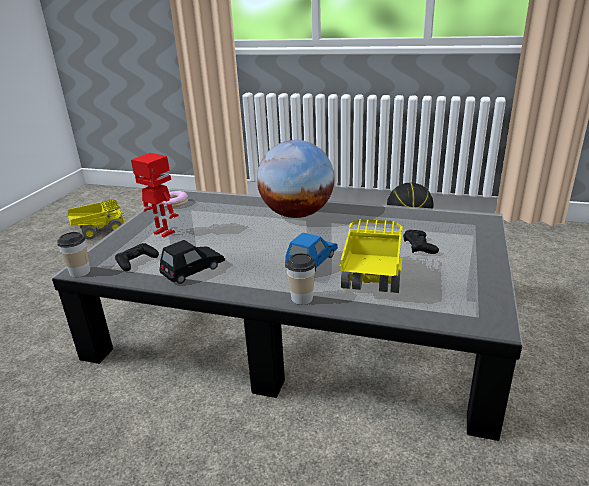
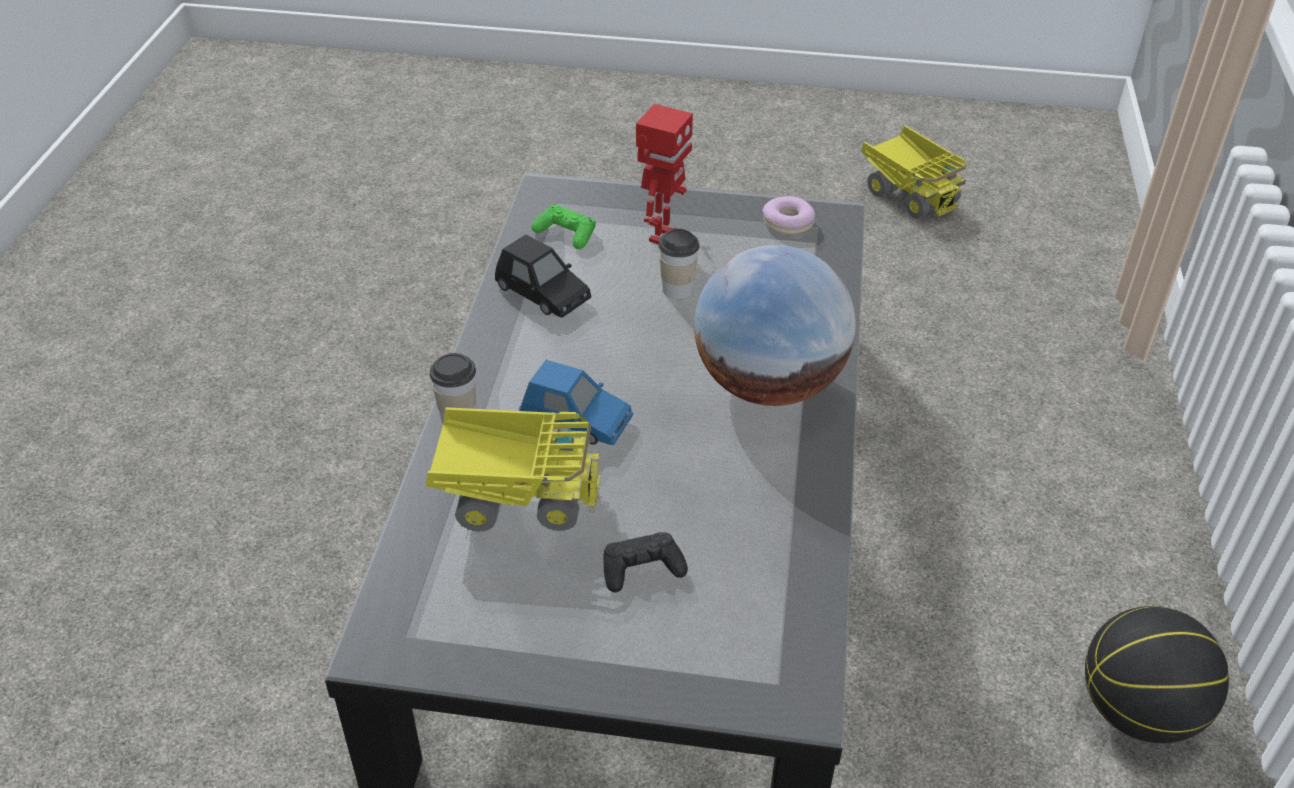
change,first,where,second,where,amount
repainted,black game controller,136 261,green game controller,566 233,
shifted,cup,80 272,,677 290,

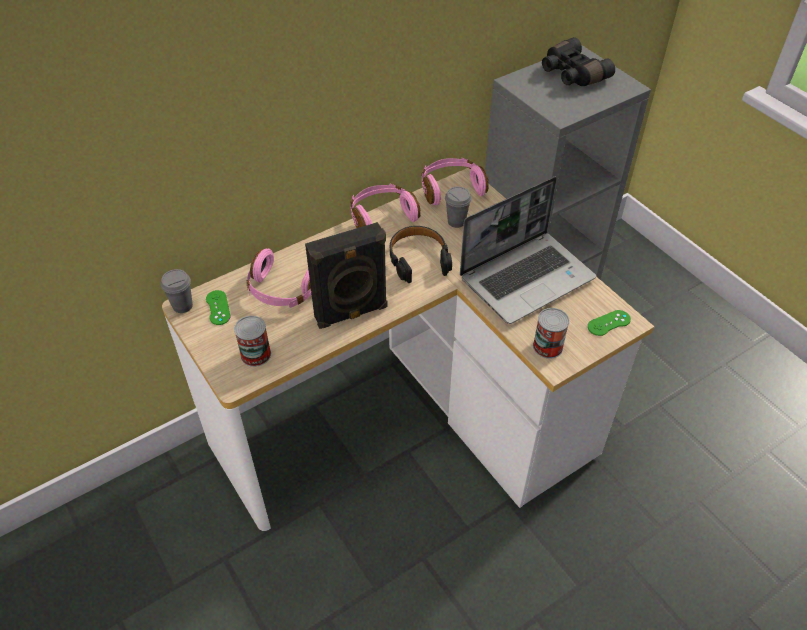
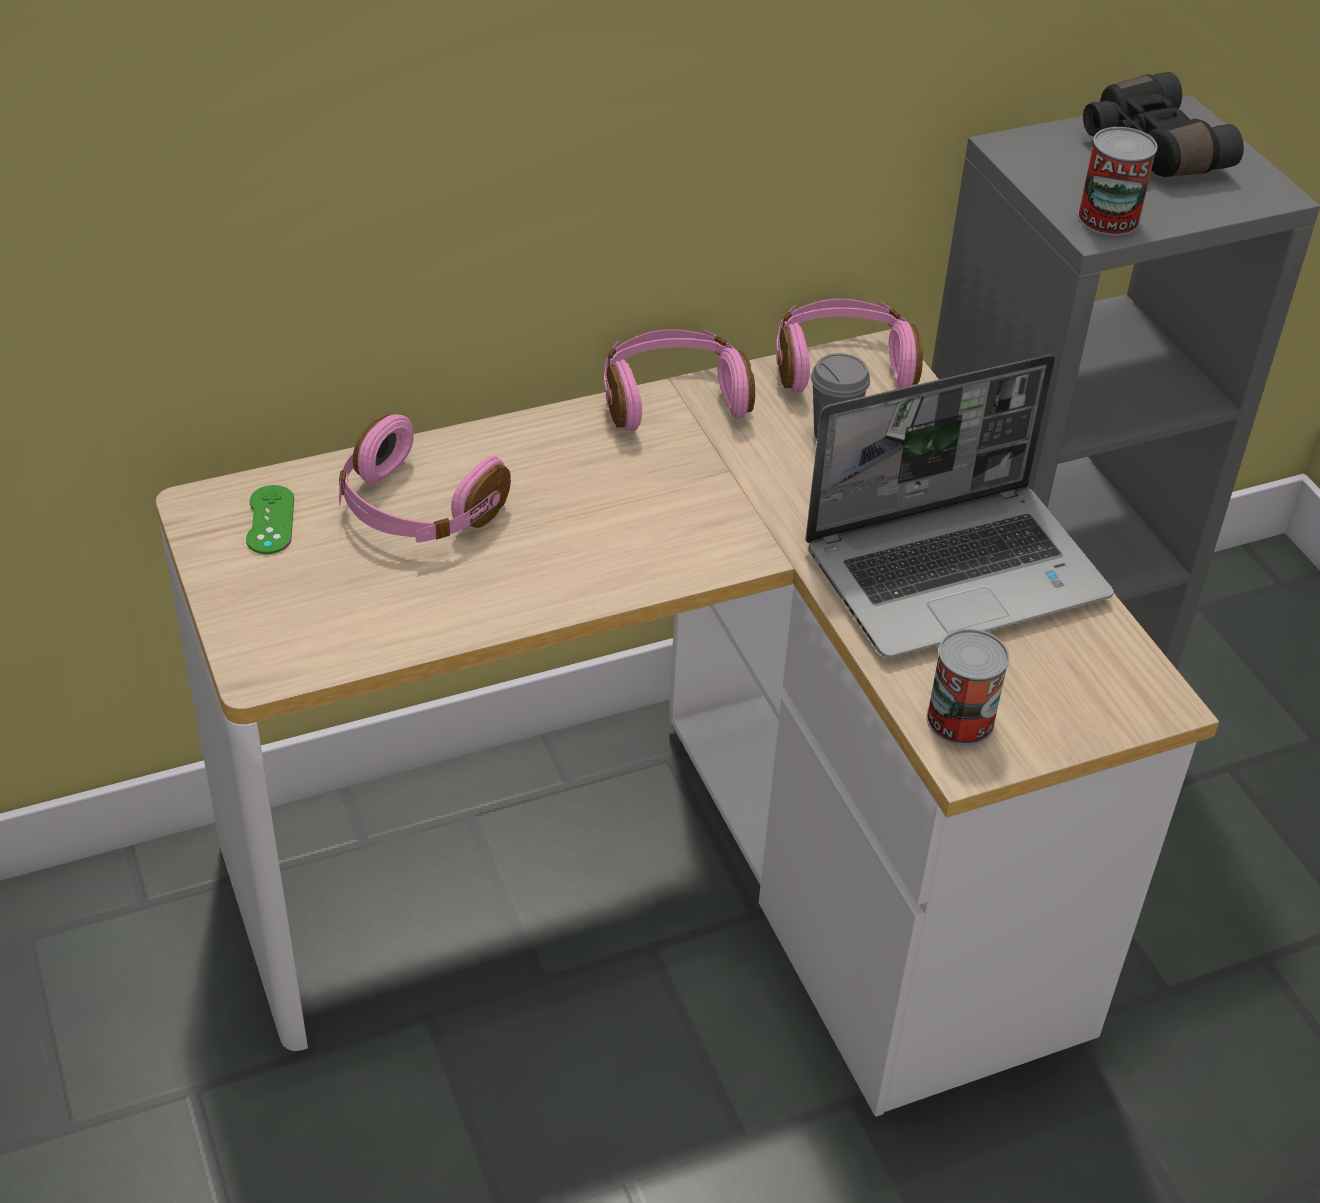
change,first,where,second,where,amount
shifted,can,256 354,,1108 218,
gone,grey cup,182 306,,,
gone,black speaker,351 314,,,
gone,black headphones,418 259,,,
gone,green game controller,609 323,,,

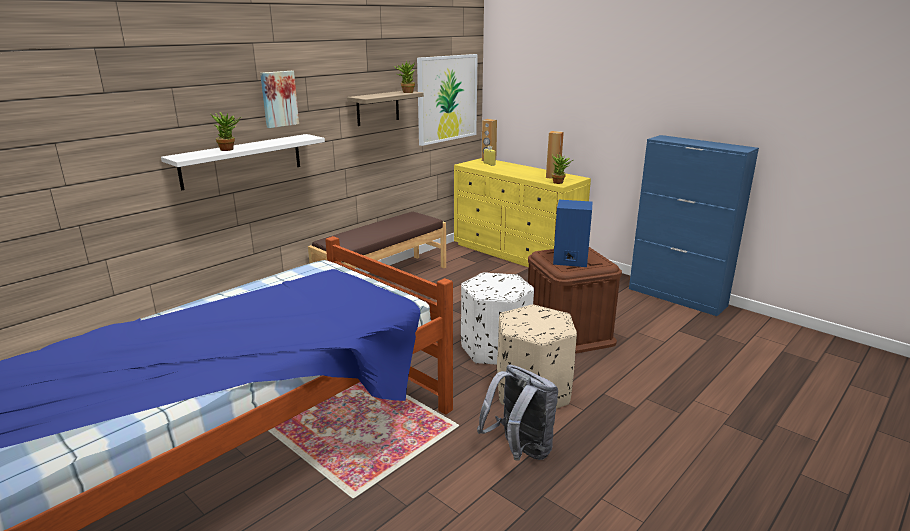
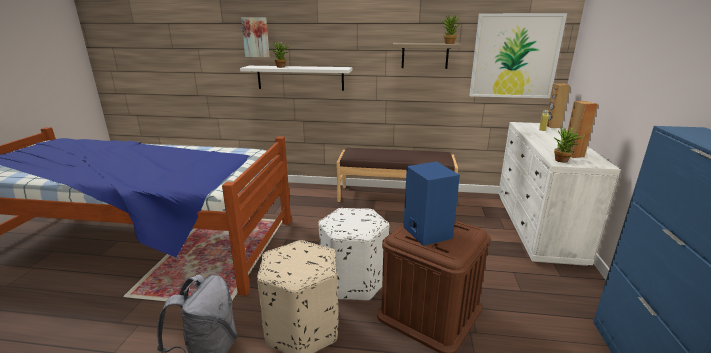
change,first,where,second,where,amount
shifted,picture,278 99,,256 37,
repainted,yellow dresser,516 253,white dresser,537 226,

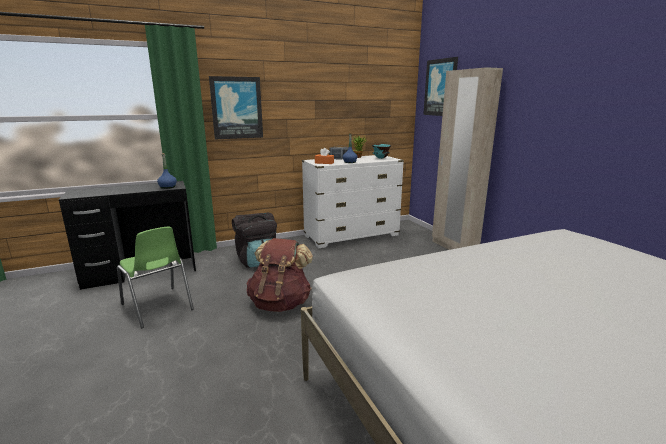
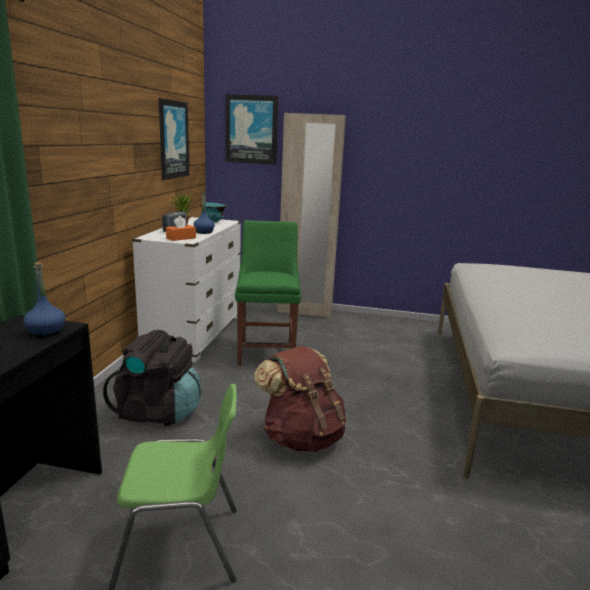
change,first,where,second,where,amount
shifted,picture,236 108,,173 139,
new,,,green chair,267 351,

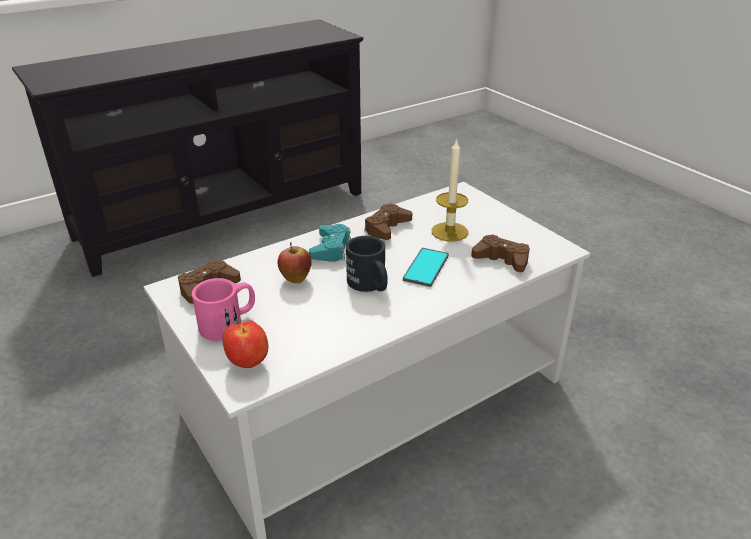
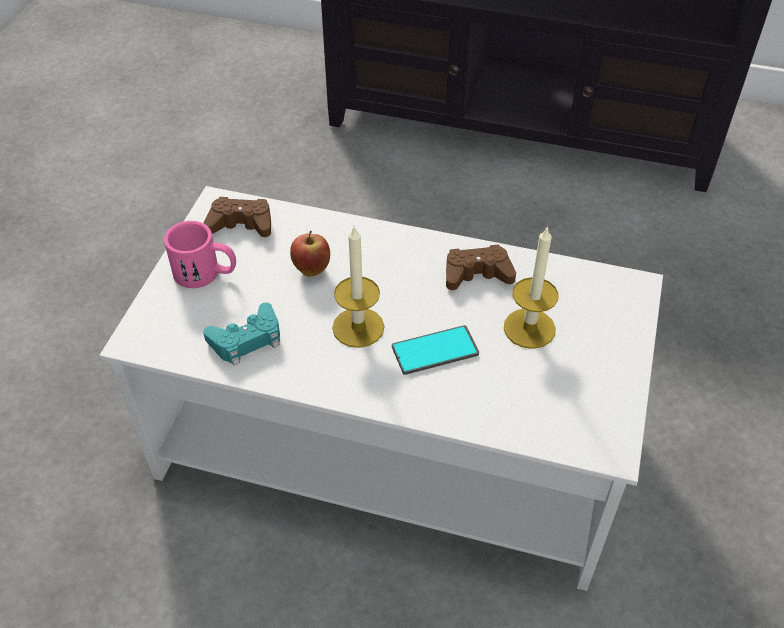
change,first,where,second,where,amount
shifted,turquoise game controller,331 248,,247 340,
swapped,black mug,370 285,candle,358 327,
gone,apple,249 363,,,
gone,brown game controller,502 259,,,

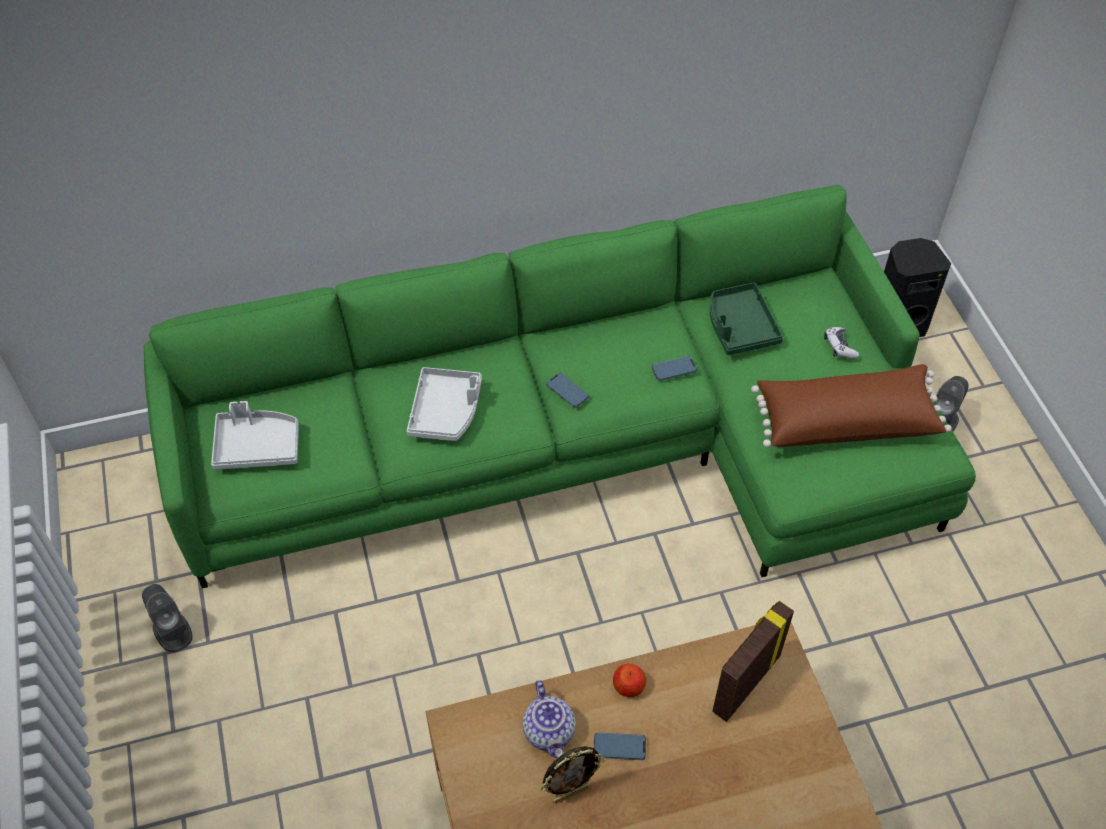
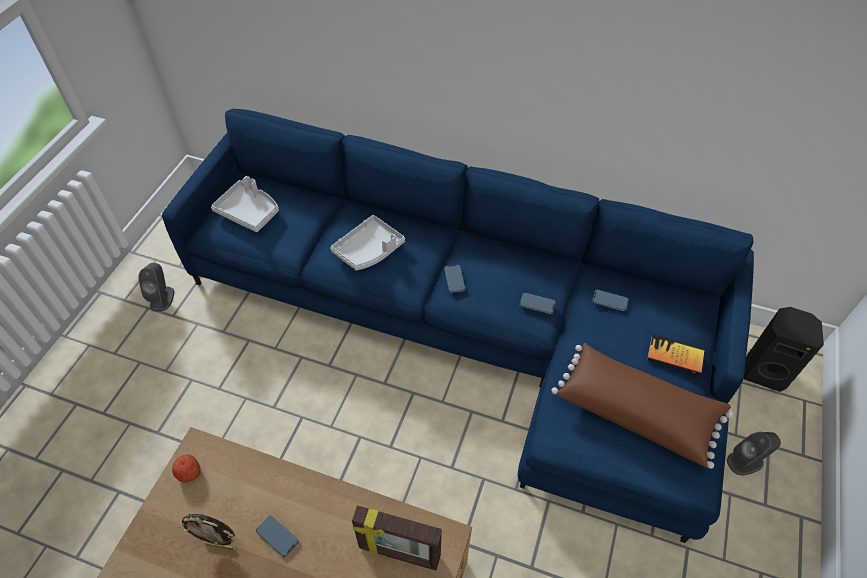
change,first,where,second,where,amount
repainted,green sofa,580 447,blue sofa,470 328,
shifted,apple,628 686,,189 473,
rotated,picture frame,745 683,,399 553,150 degrees counterclockwise
swapped,green tray,740 327,phone,609 301,
swapped,game controller,839 347,book,675 355,
gone,teapot,550 732,,,

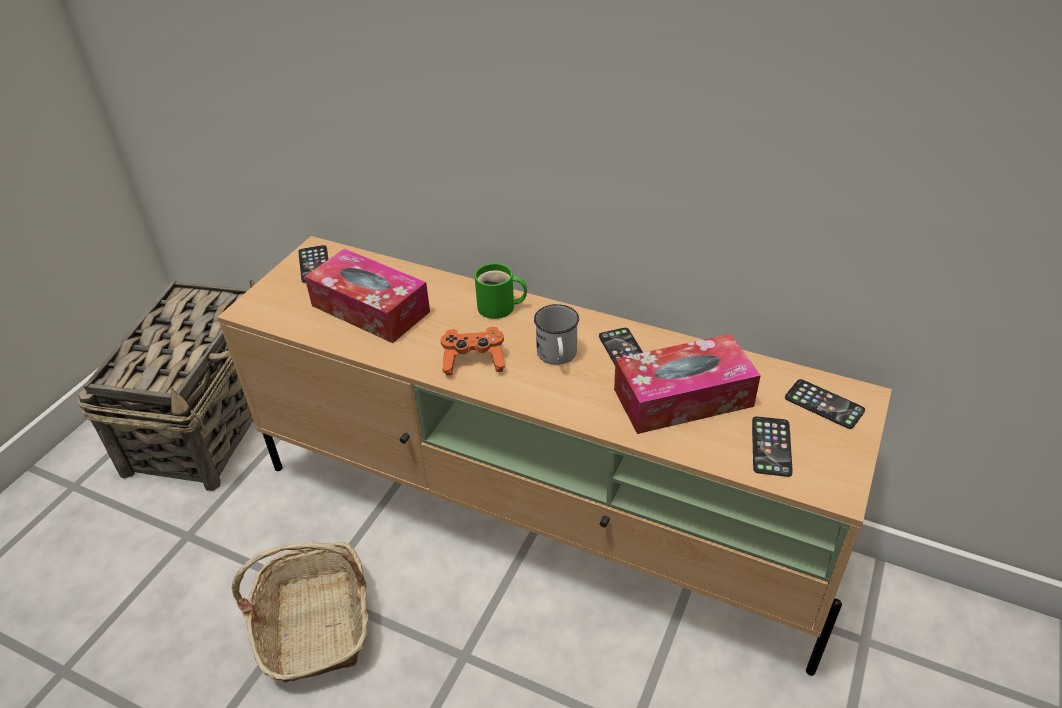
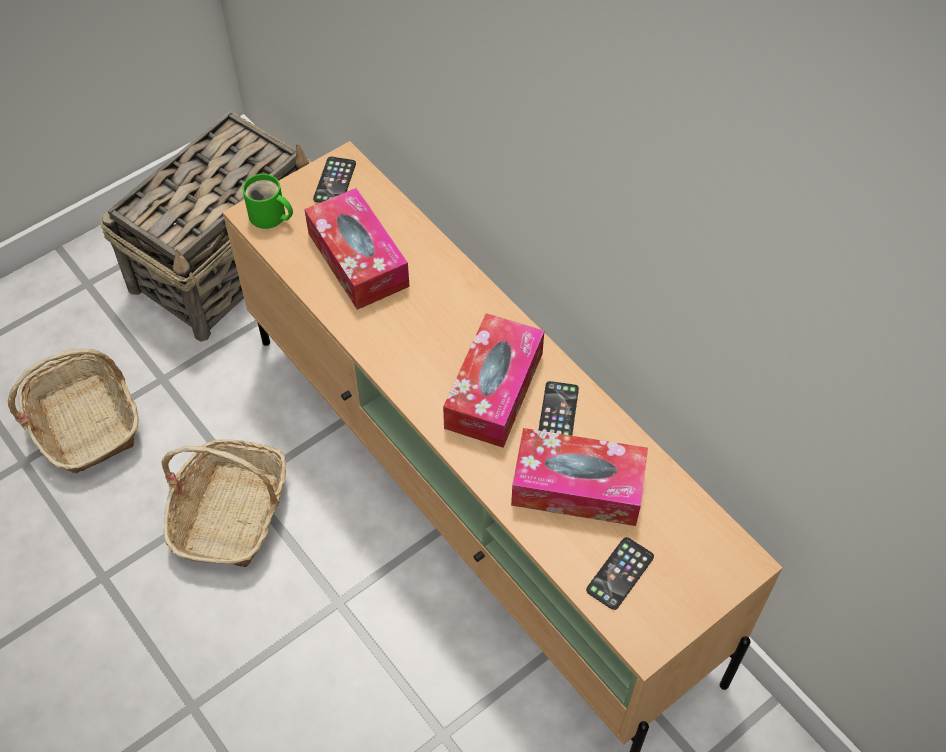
change,first,where,second,where,amount
new,,,basket,85 422,
shifted,green mug,499 308,,269 217,
swapped,white mug,557 356,tissue box,494 390,
gone,orange game controller,474 360,,,
gone,phone,824 404,,,

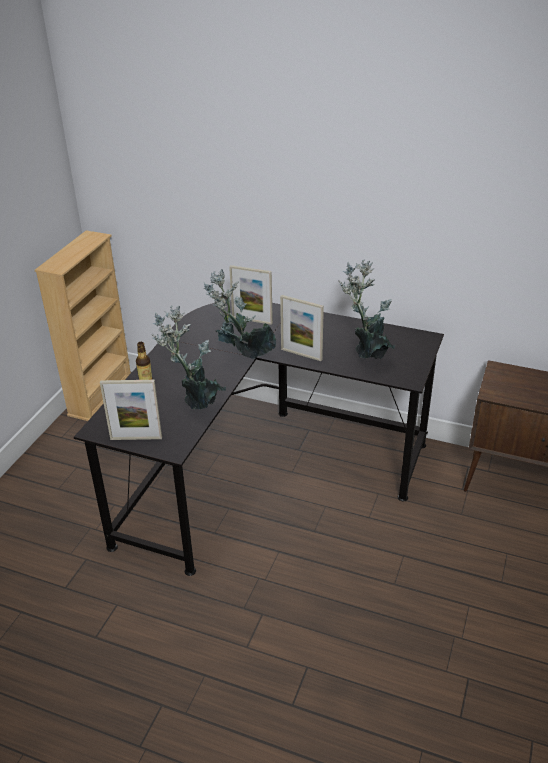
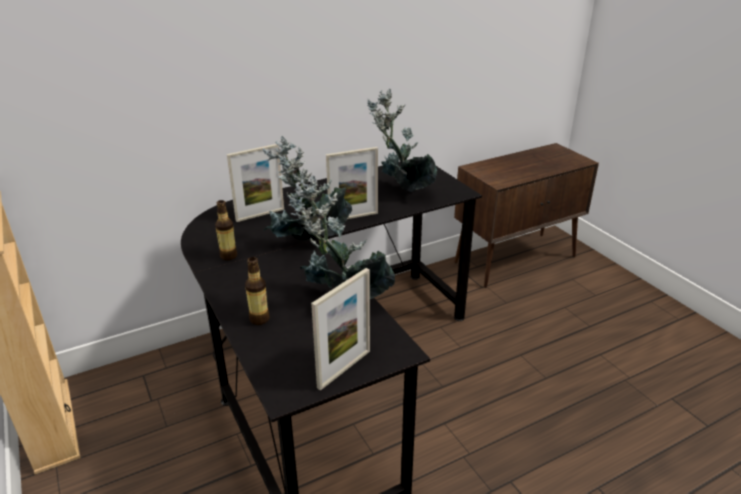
change,first,where,second,where,amount
new,,,bottle,228 256,

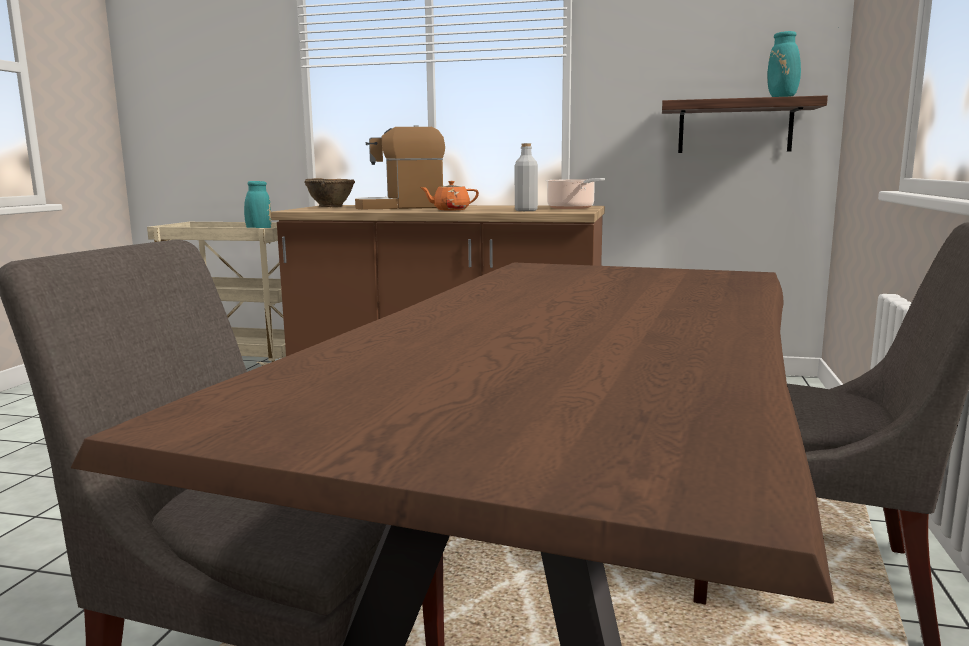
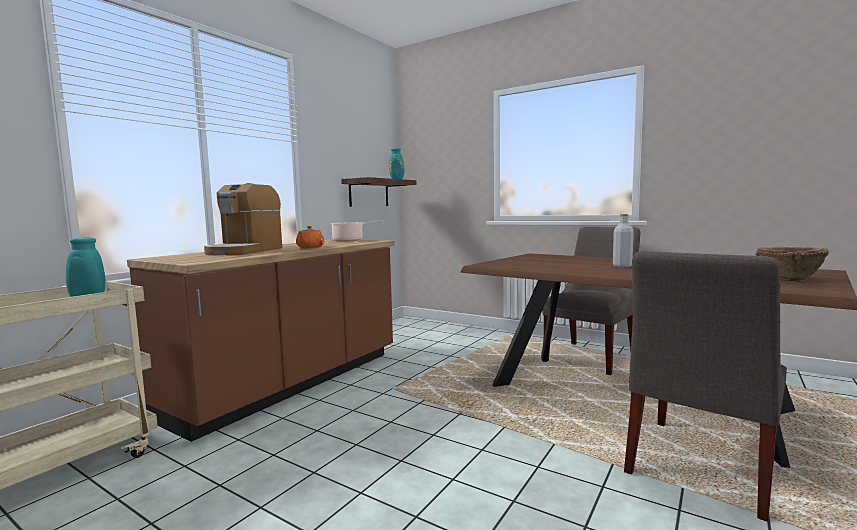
change,first,where,second,where,amount
shifted,grey bottle,526 210,,622 266,
shifted,brown bowl,330 206,,788 279,

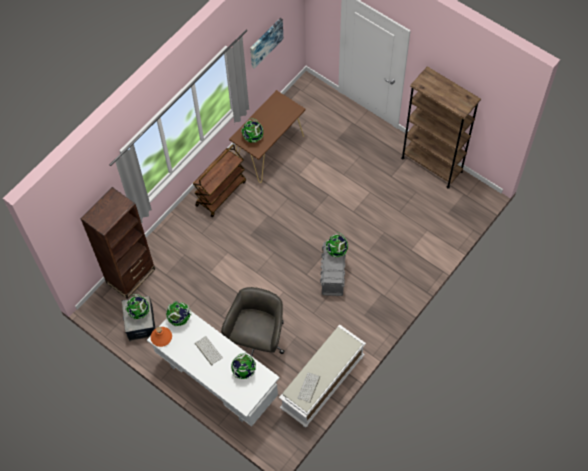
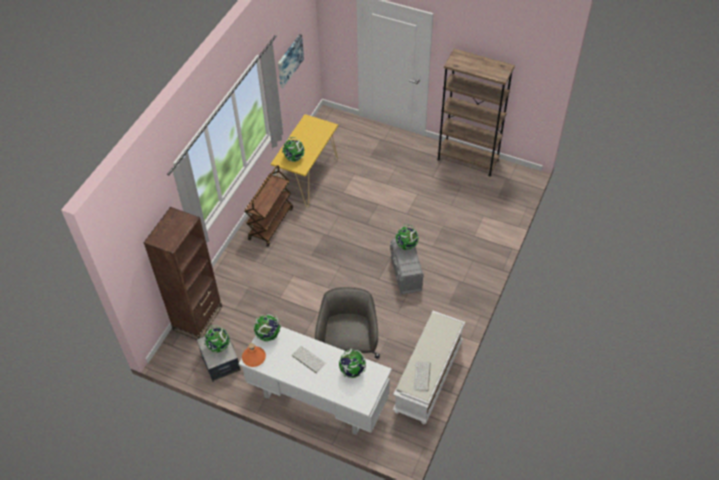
change,first,where,second,where,amount
repainted,brown console table,269 150,yellow console table,308 177,

